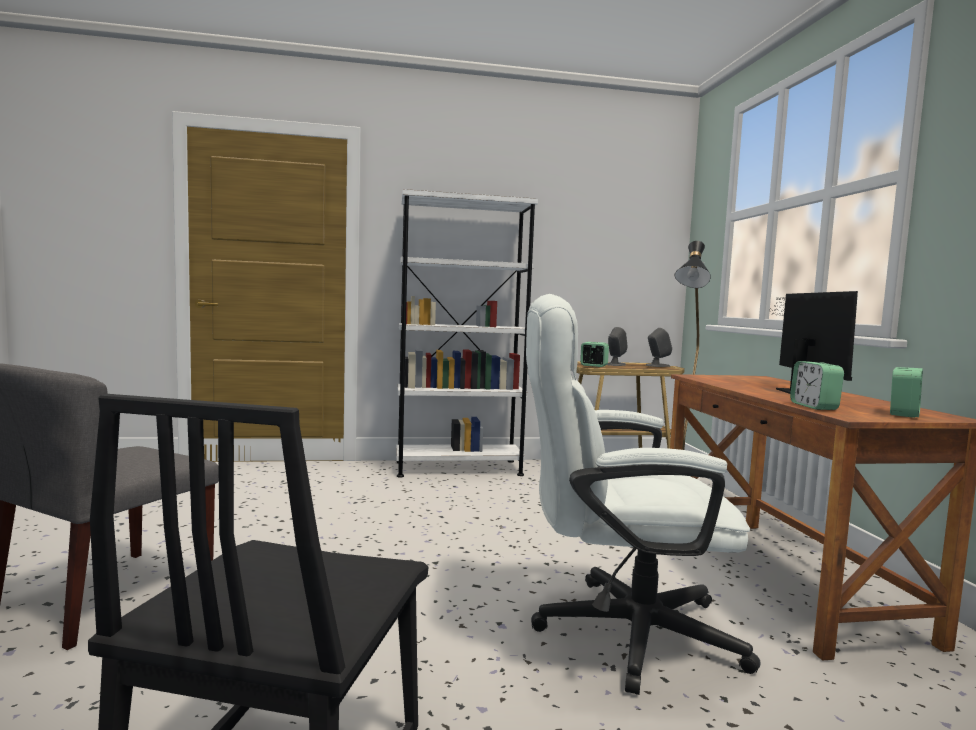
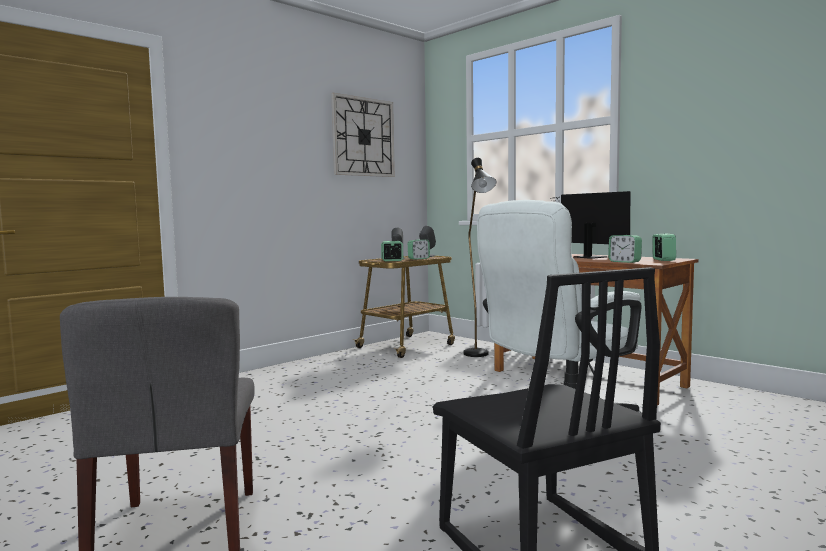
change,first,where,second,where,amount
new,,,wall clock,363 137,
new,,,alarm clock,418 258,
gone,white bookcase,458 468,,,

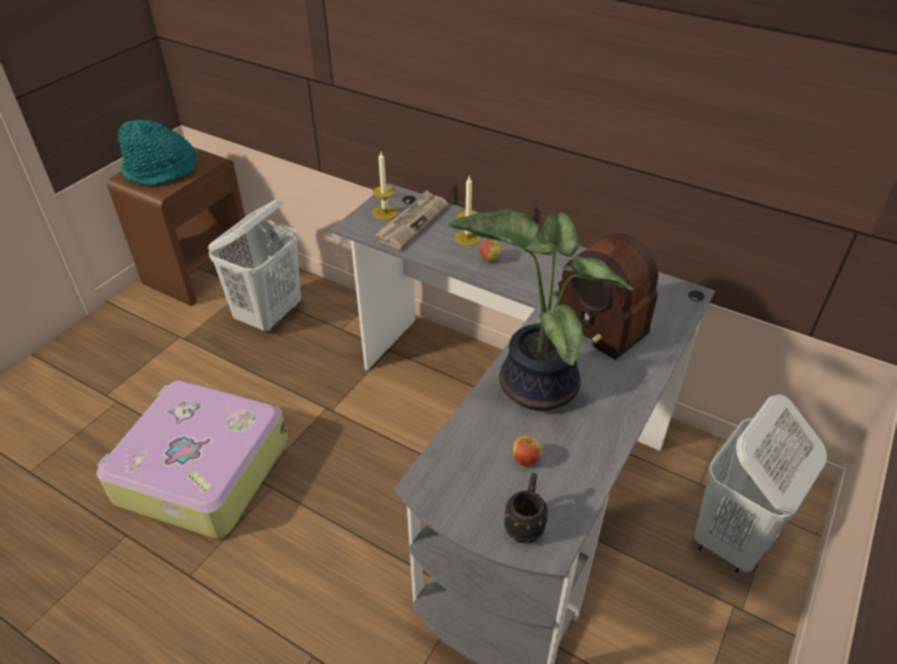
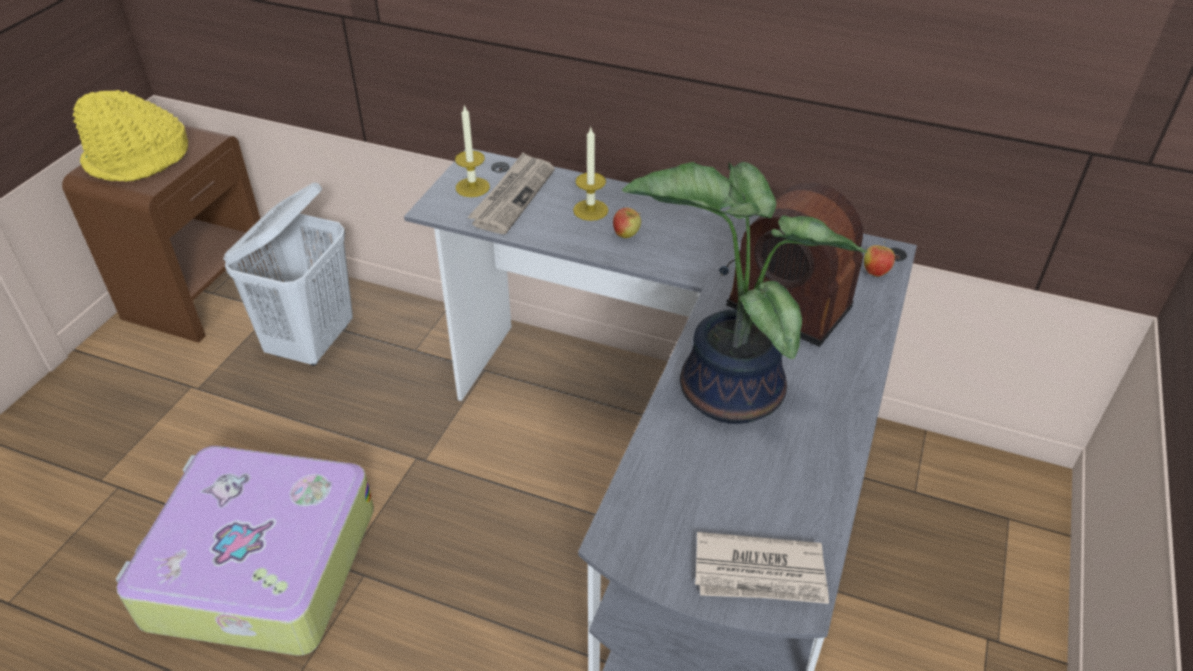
change,first,where,second,where,amount
repainted,turquoise hat,161 172,yellow hat,138 161,
swapped,black mug,525 524,newspaper,760 573,
shifted,apple,526 460,,875 272,
gone,white laundry basket,732 539,,,

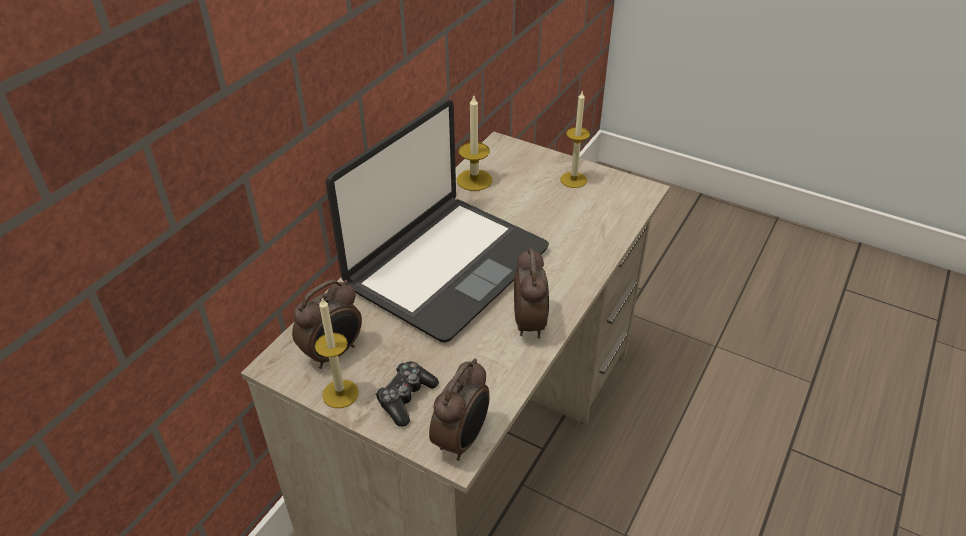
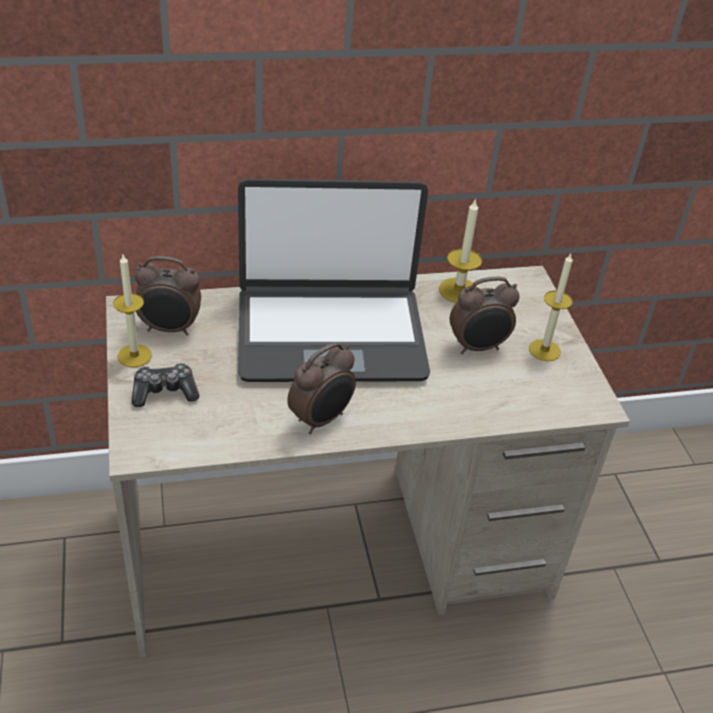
change,first,where,second,where,amount
shifted,alarm clock,462 439,,478 347,

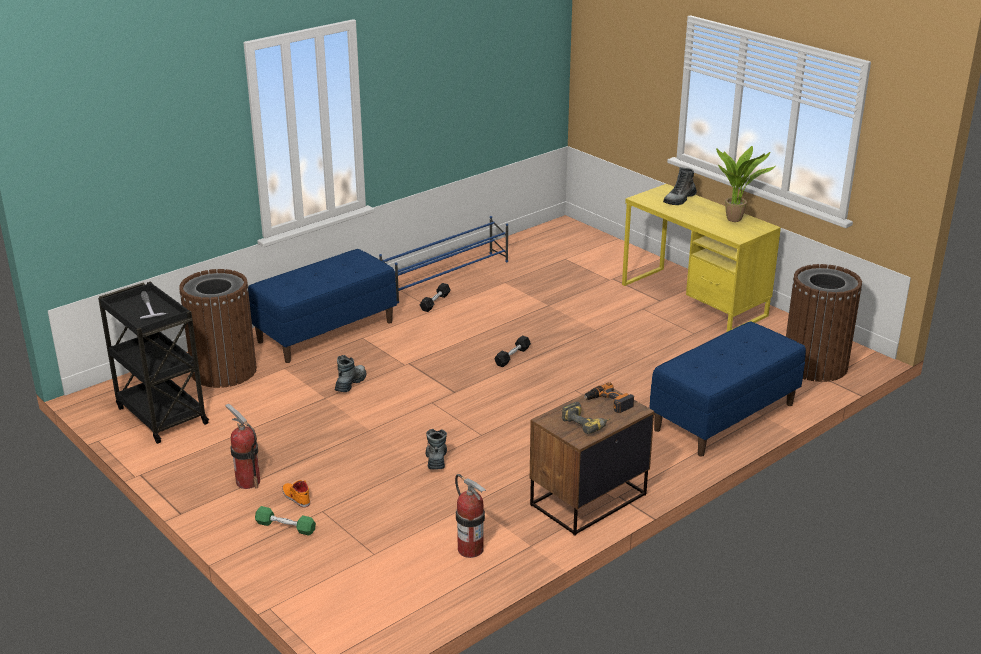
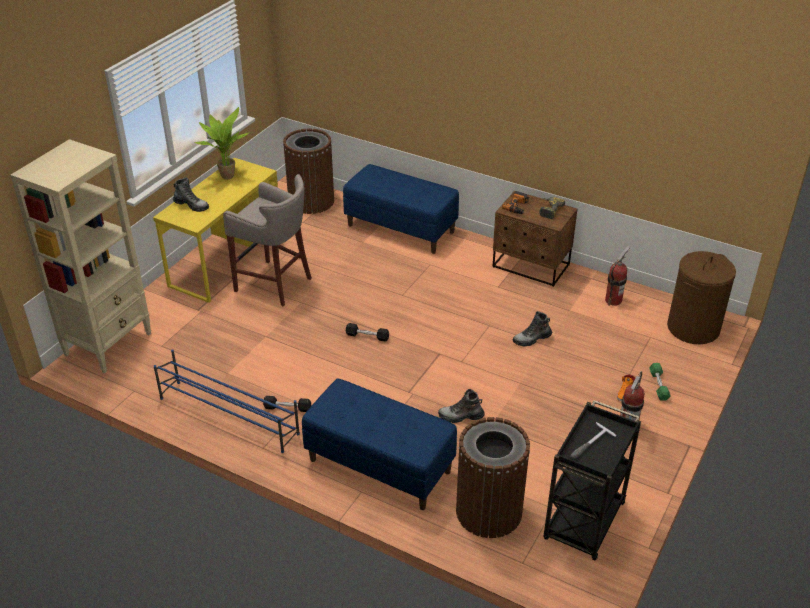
change,first,where,second,where,amount
new,,,beige bookcase,109 344,
new,,,grey stool,275 284,
new,,,brown laundry basket,693 328,

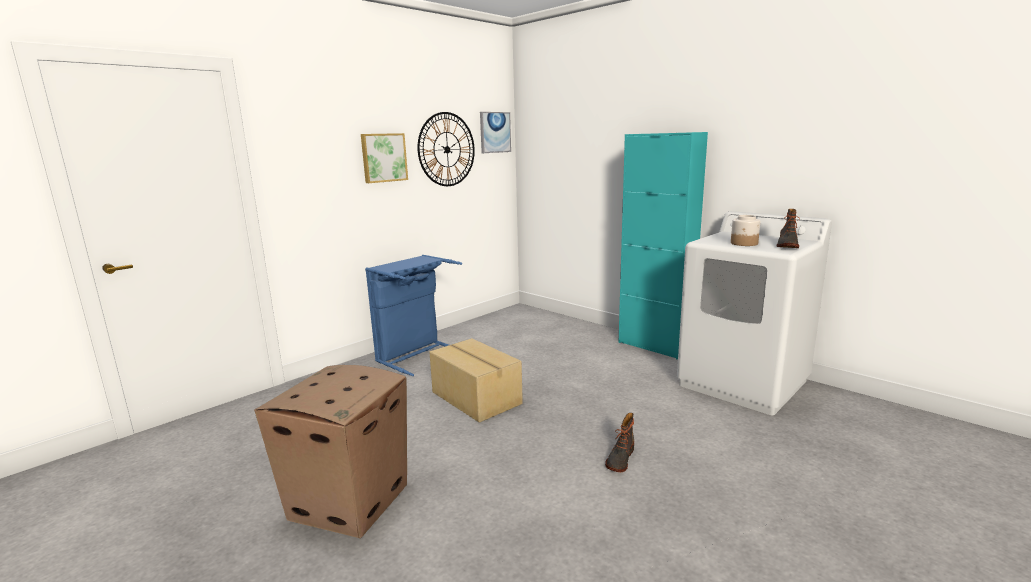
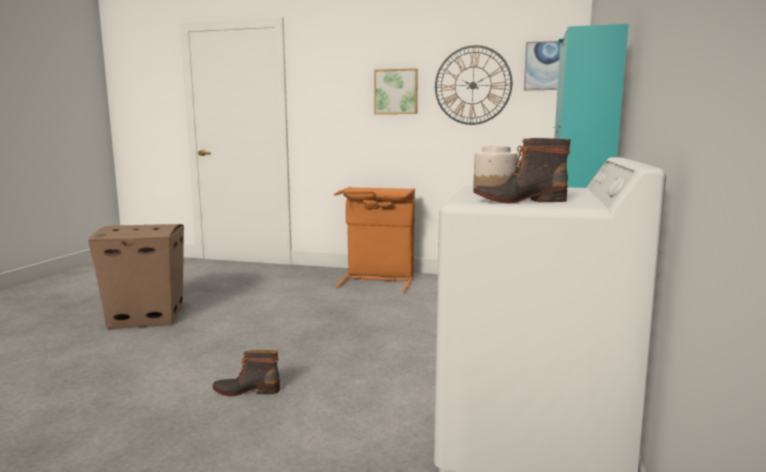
change,first,where,second,where,amount
repainted,blue laundry basket,416 355,orange laundry basket,378 280,
gone,cardboard box,475 398,,,

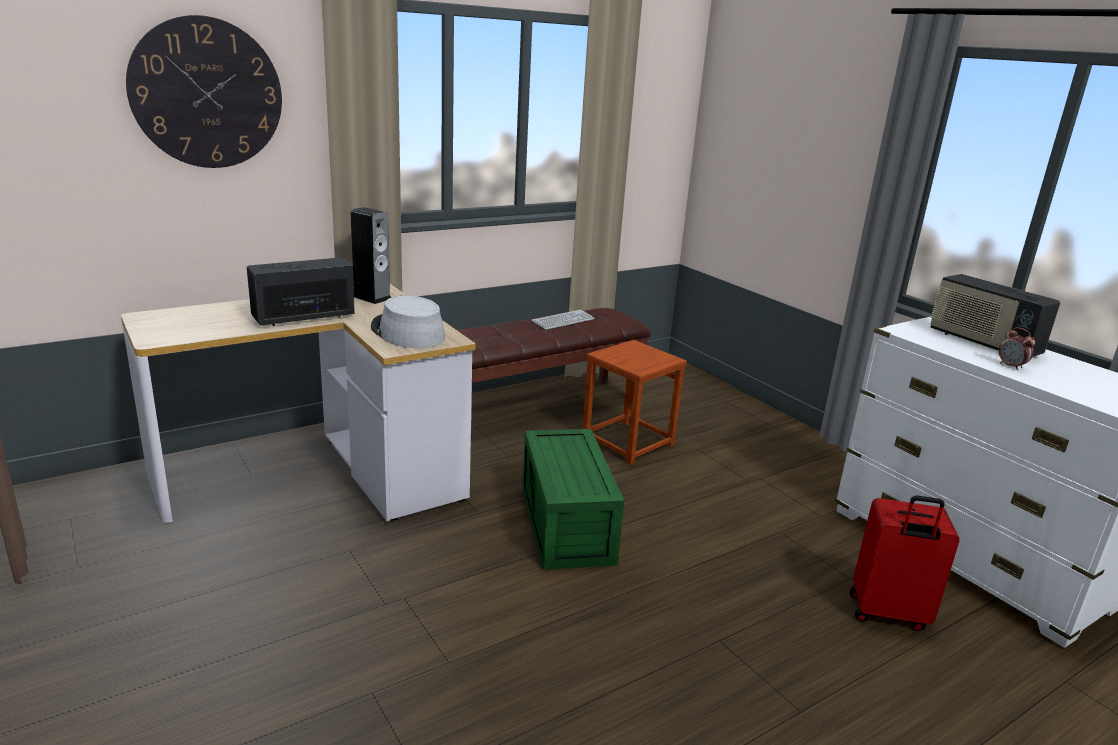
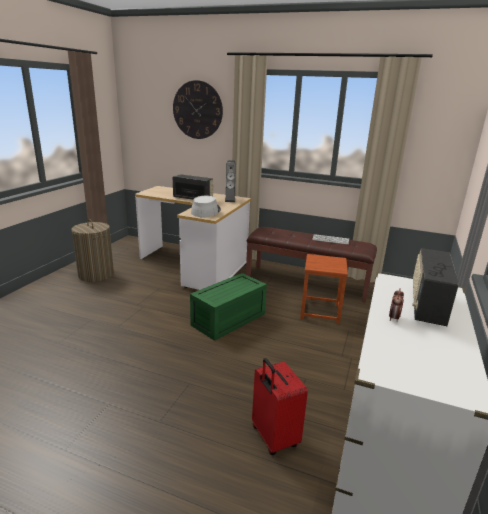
change,first,where,second,where,amount
new,,,laundry basket,96 274,

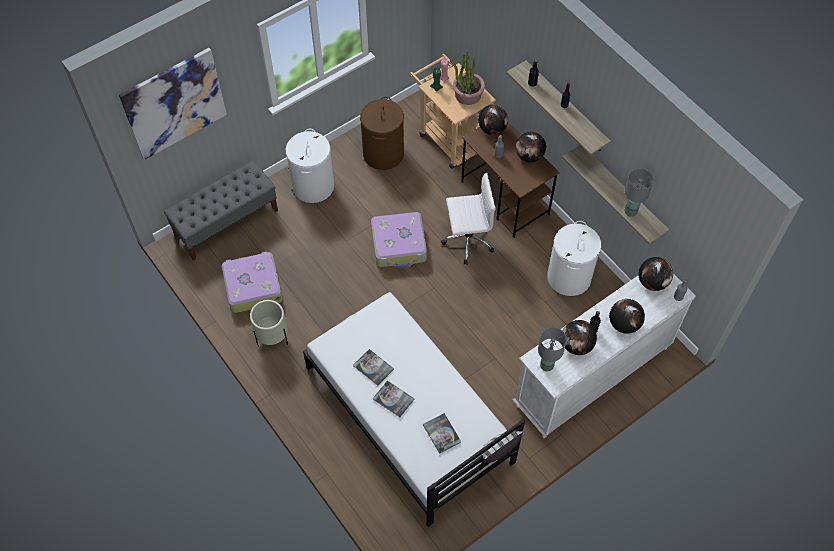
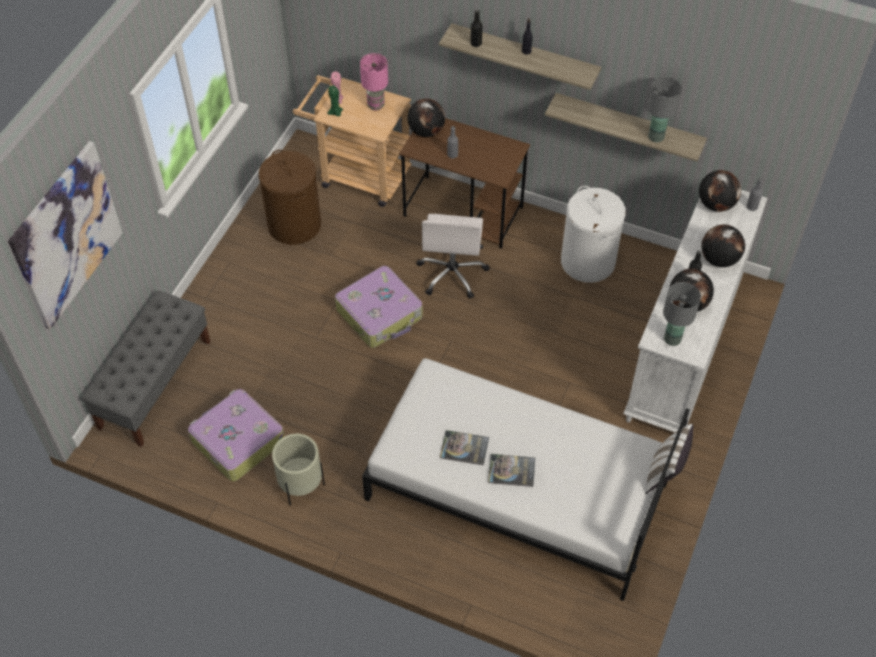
change,first,where,second,where,amount
swapped,potted plant,467 94,pink table lamp,376 105,
rotated,white office chair,467 240,,452 273,135 degrees clockwise
gone,white laundry basket,313 186,,,
gone,book,441 433,,,
gone,globe,529 156,,,

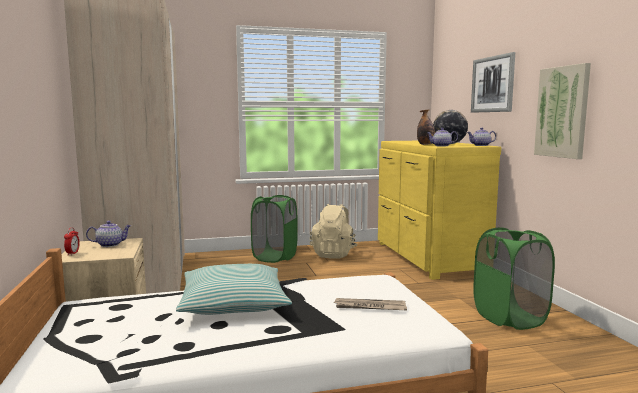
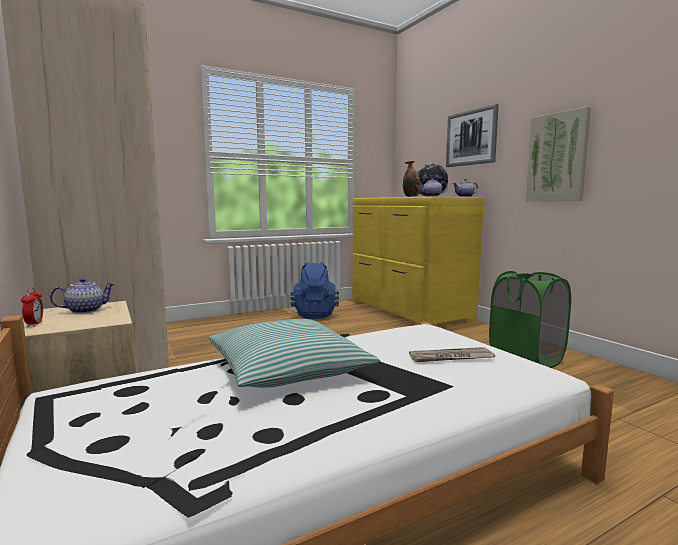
change,first,where,second,where,amount
repainted,beige backpack,333 254,blue backpack,315 315,
gone,green laundry basket,275 257,,,

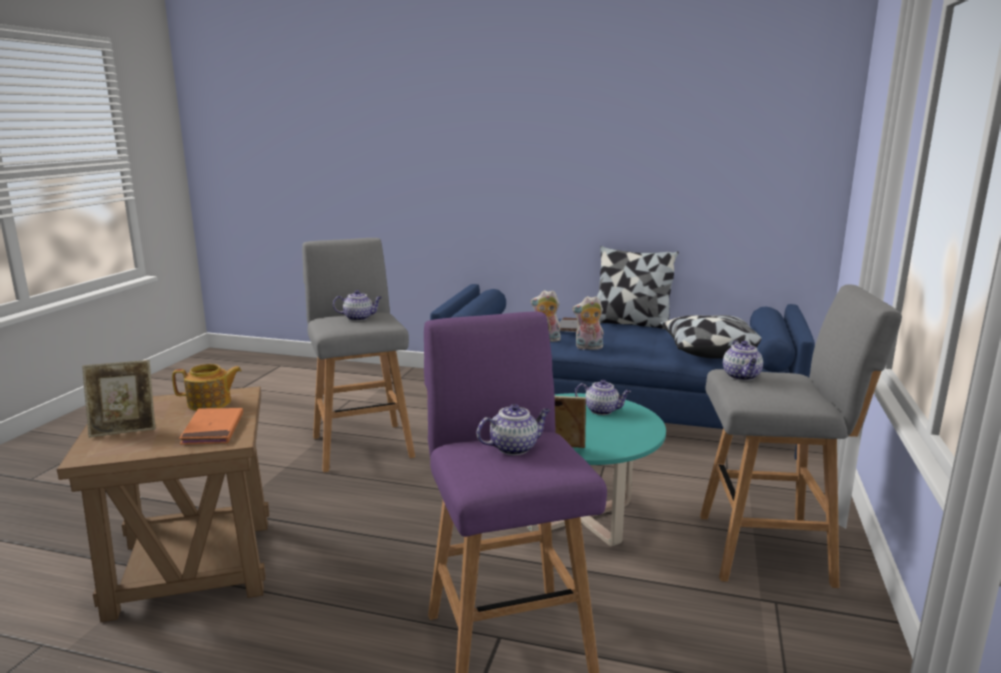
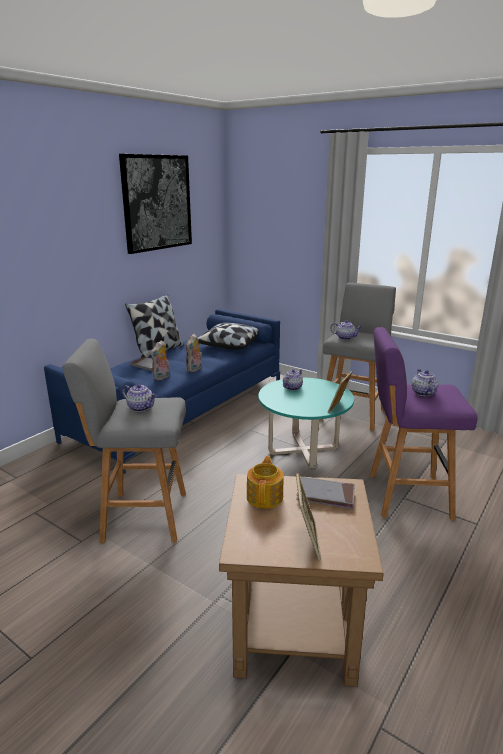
change,first,where,second,where,amount
new,,,picture,157 203,
rotated,teapot,359 318,,141 408,105 degrees clockwise
repainted,orange book,213 429,grey book,325 495,

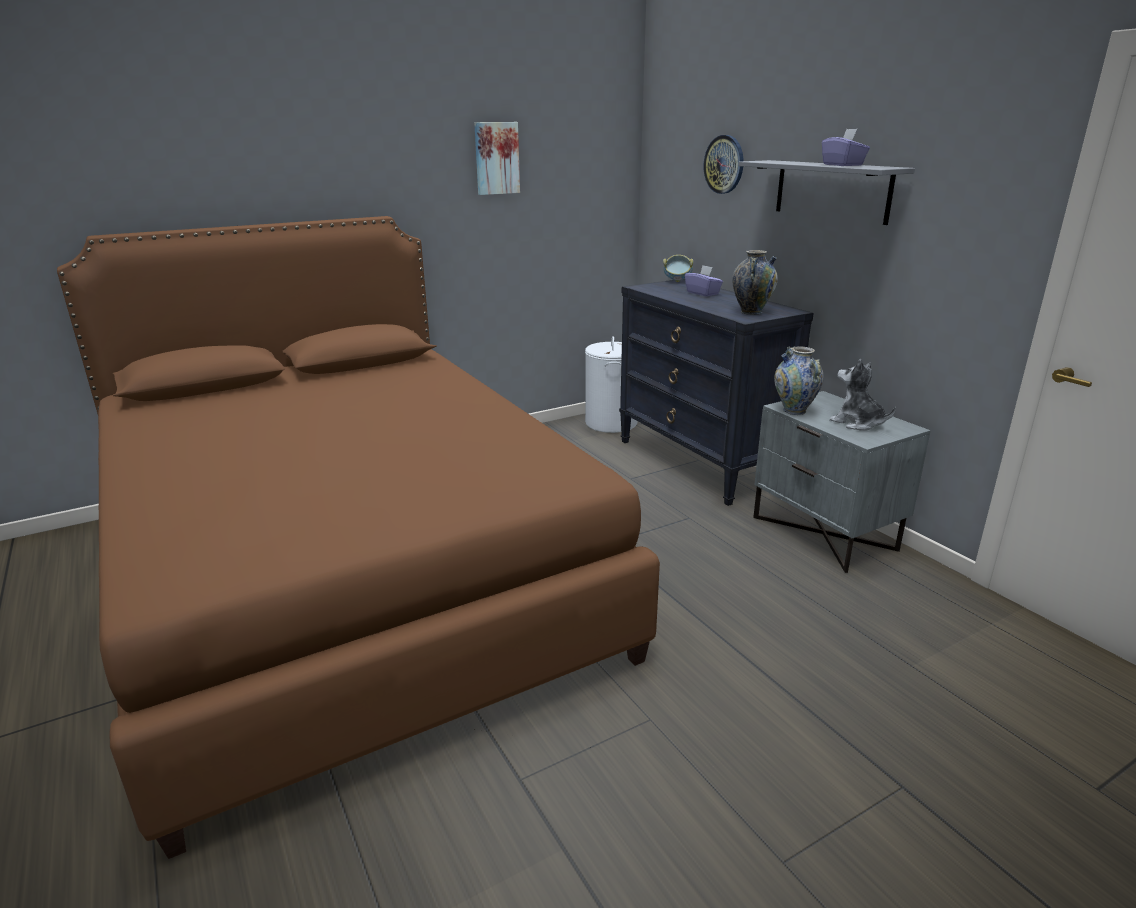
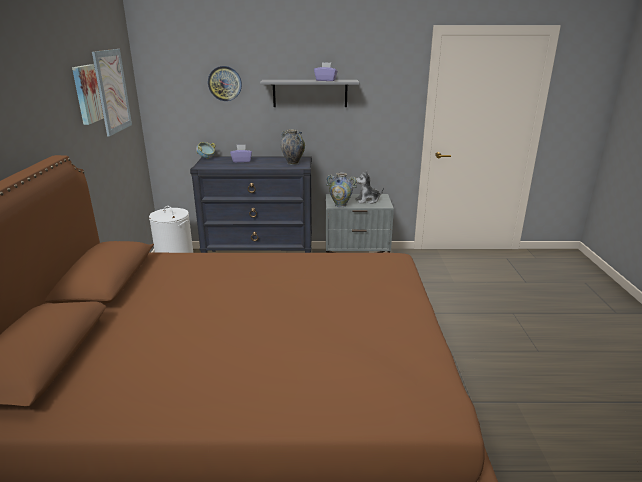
change,first,where,second,where,amount
new,,,picture,112 91,

